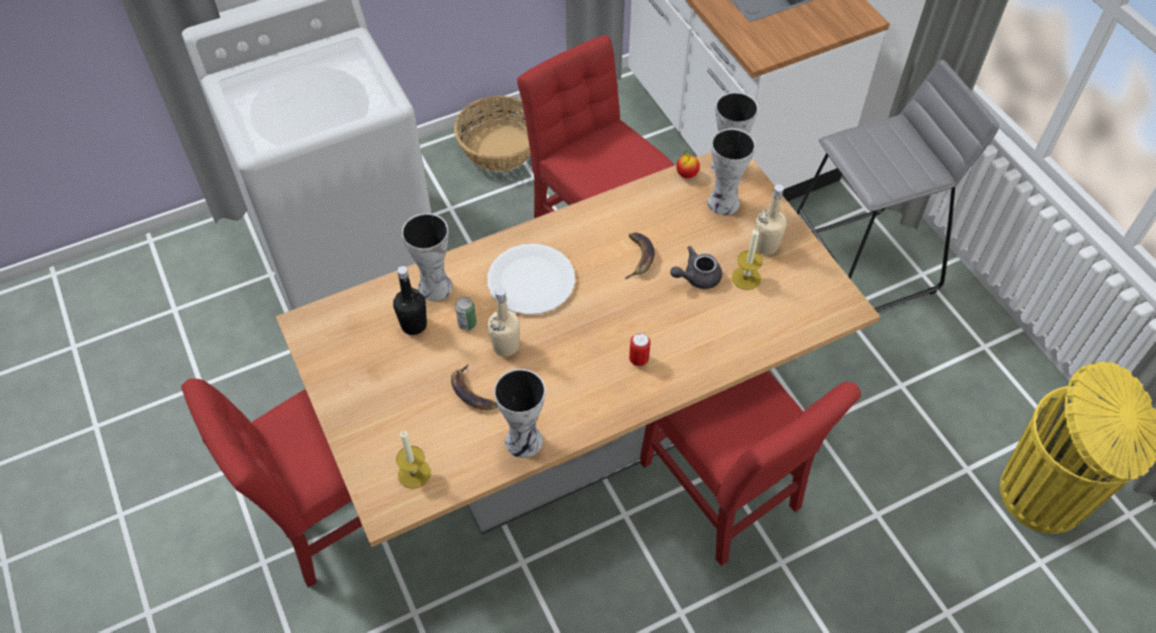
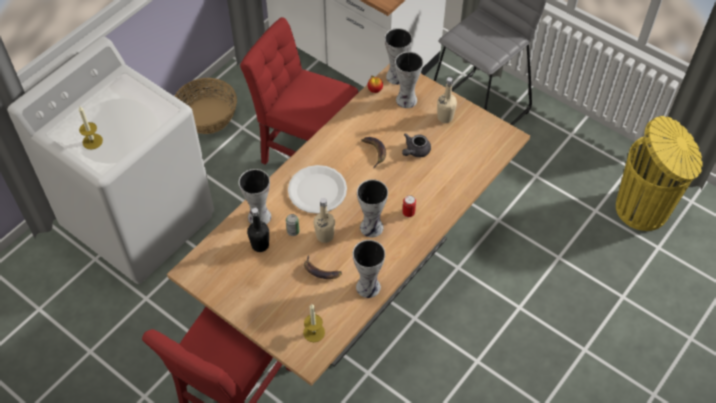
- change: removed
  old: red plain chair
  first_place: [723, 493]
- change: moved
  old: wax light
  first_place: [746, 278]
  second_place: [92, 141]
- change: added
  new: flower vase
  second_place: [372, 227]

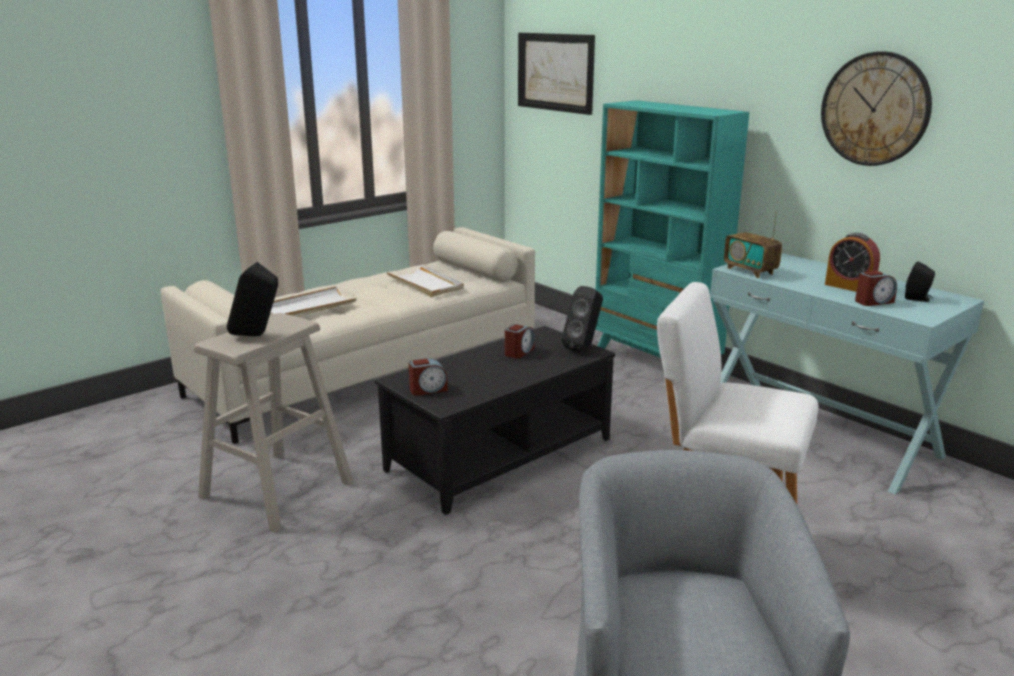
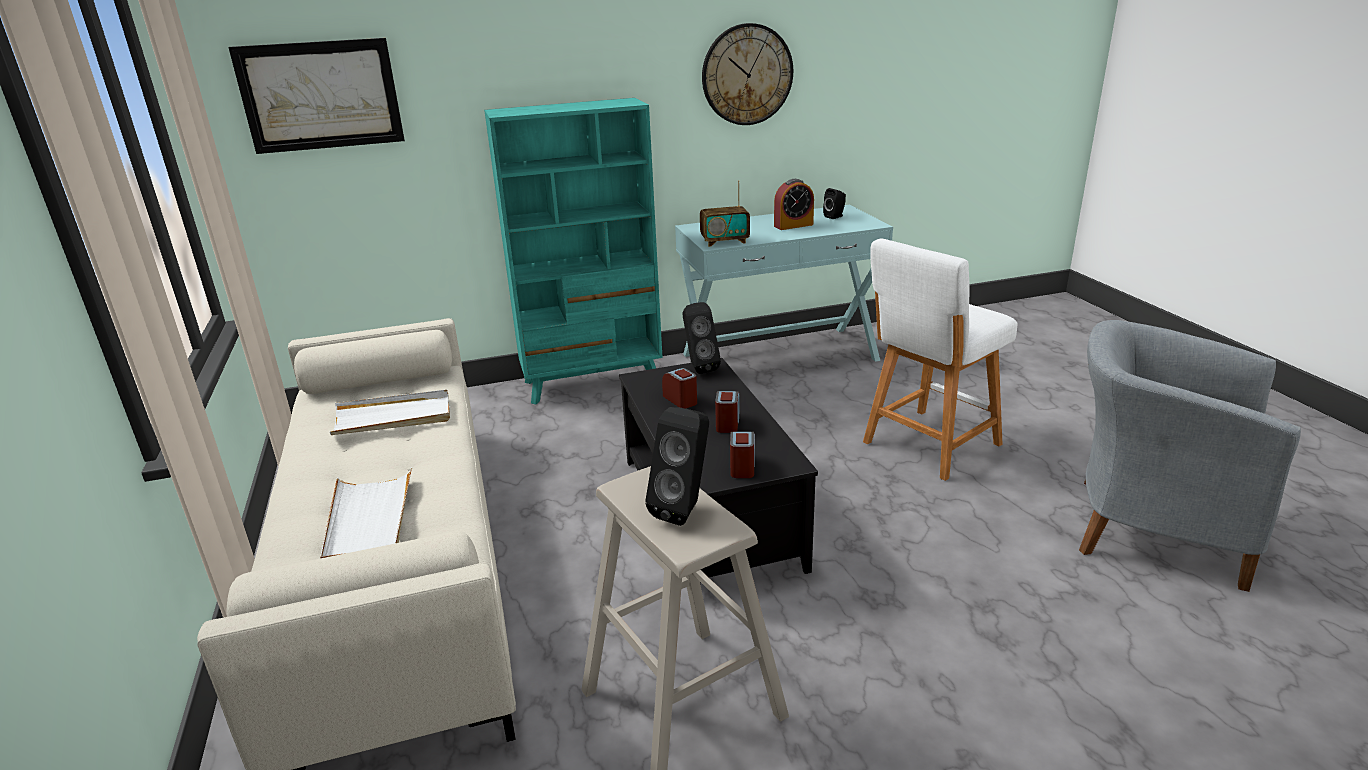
- change: moved
  old: alarm clock
  first_place: [873, 302]
  second_place: [727, 423]

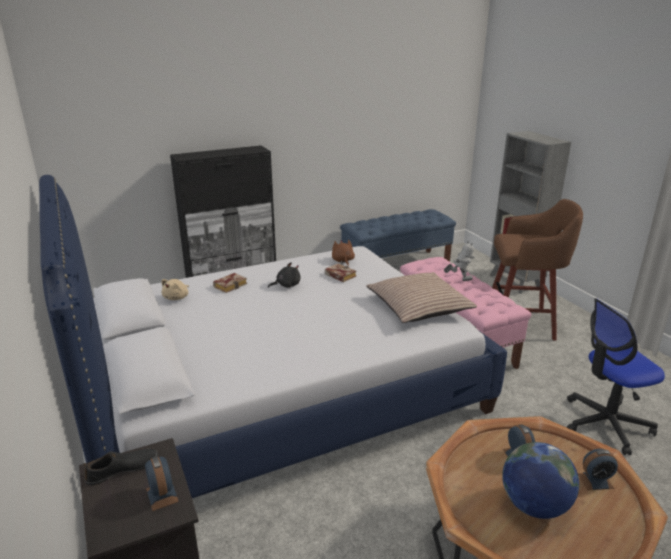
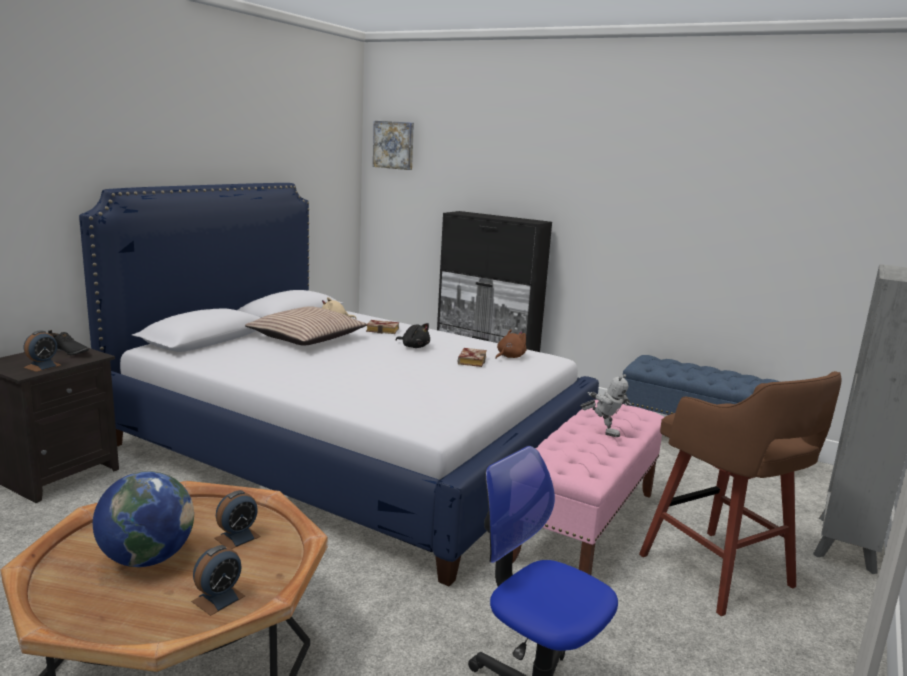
- change: moved
  old: pillow
  first_place: [418, 307]
  second_place: [306, 338]
- change: turned
  old: alarm clock
  first_place: [595, 481]
  second_place: [218, 598]
  degrees: -105
- change: added
  new: wall picture
  second_place: [394, 145]

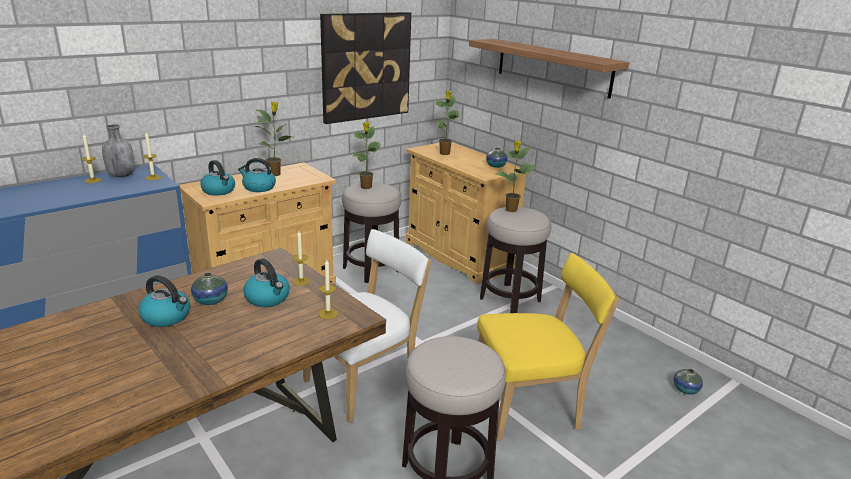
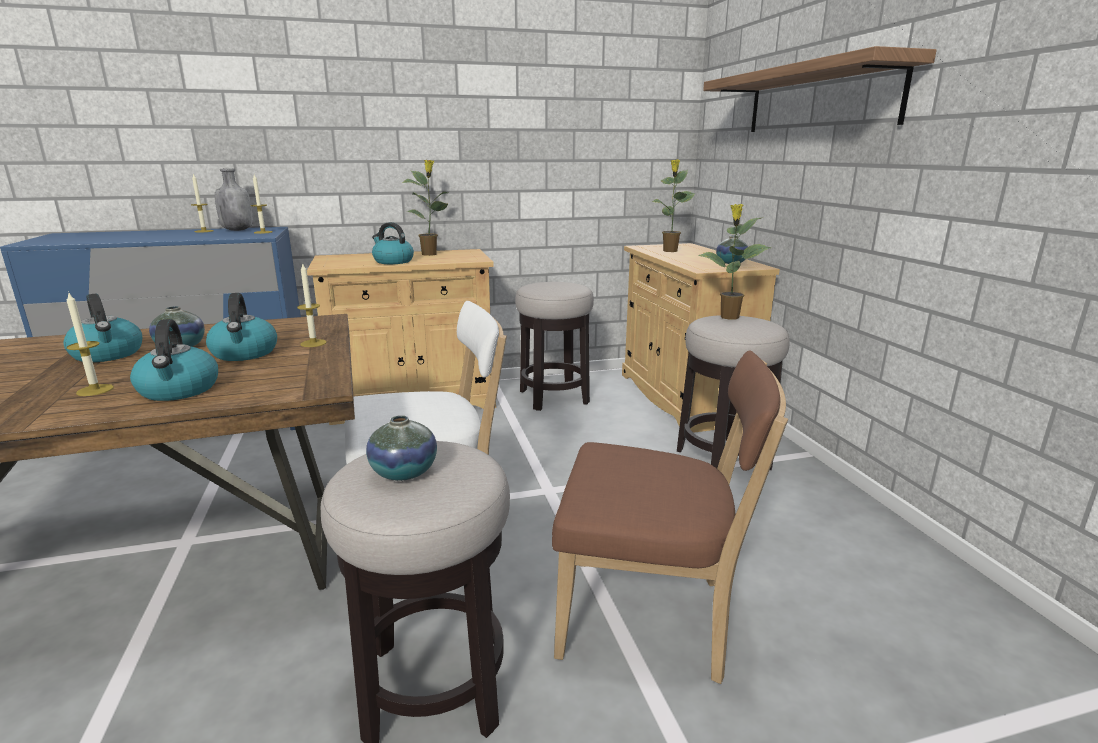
- change: moved
  old: water kettle
  first_place: [219, 191]
  second_place: [179, 390]
- change: moved
  old: wax light
  first_place: [328, 313]
  second_place: [95, 390]
- change: removed
  old: wall picture
  first_place: [366, 66]
- change: removed
  old: potted plant
  first_place: [366, 187]
- change: recoloured
  old: yellow plain chair
  new: brownish plain chair
  first_place: [530, 407]
  second_place: [652, 619]
- change: moved
  old: flower vase
  first_place: [685, 389]
  second_place: [404, 472]

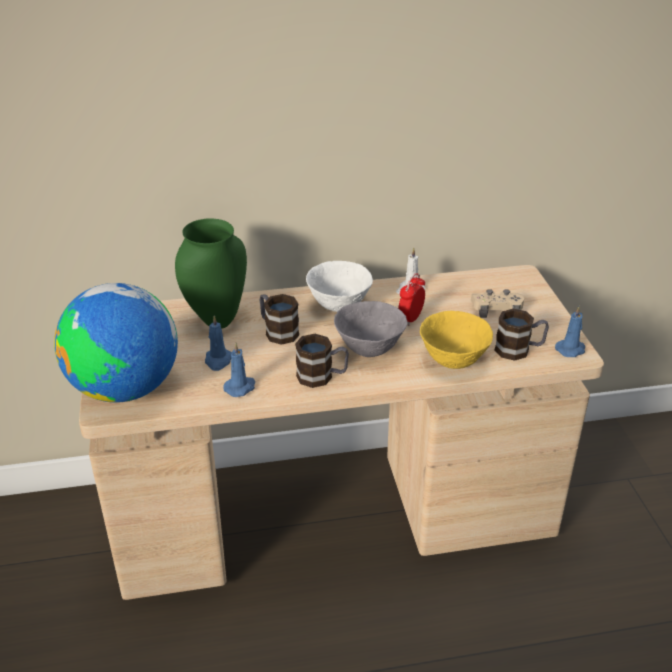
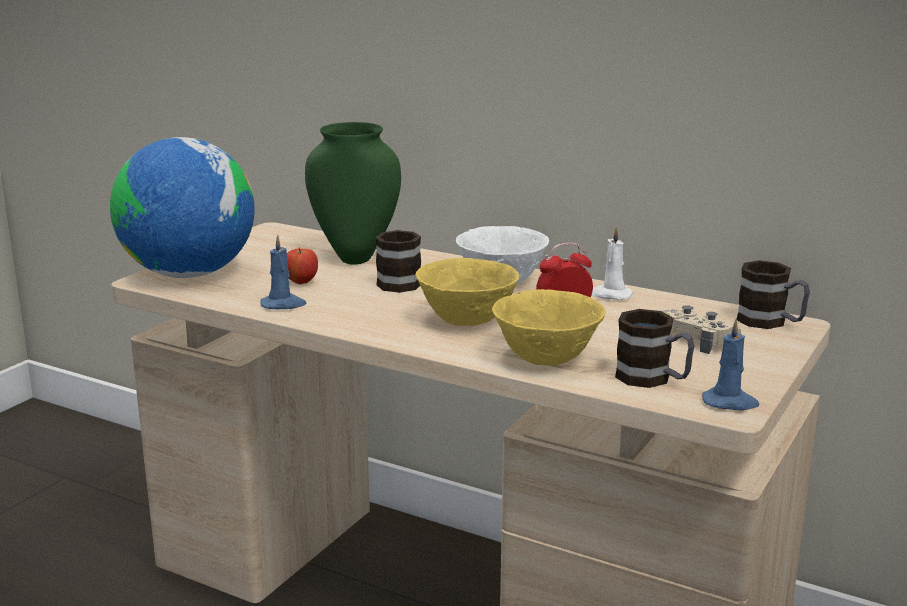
- change: replaced
  old: bluish wax light
  new: apple fruit
  first_place: [218, 360]
  second_place: [301, 282]
- change: moved
  old: tea mug
  first_place: [322, 376]
  second_place: [770, 322]
- change: recoloured
  old: grey deep dish
  new: yellow deep dish
  first_place: [369, 349]
  second_place: [467, 321]

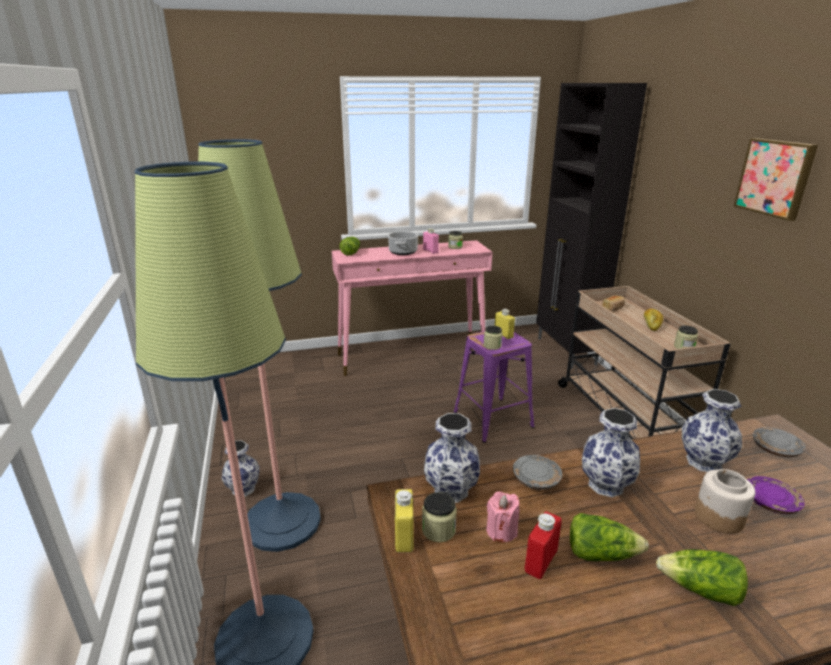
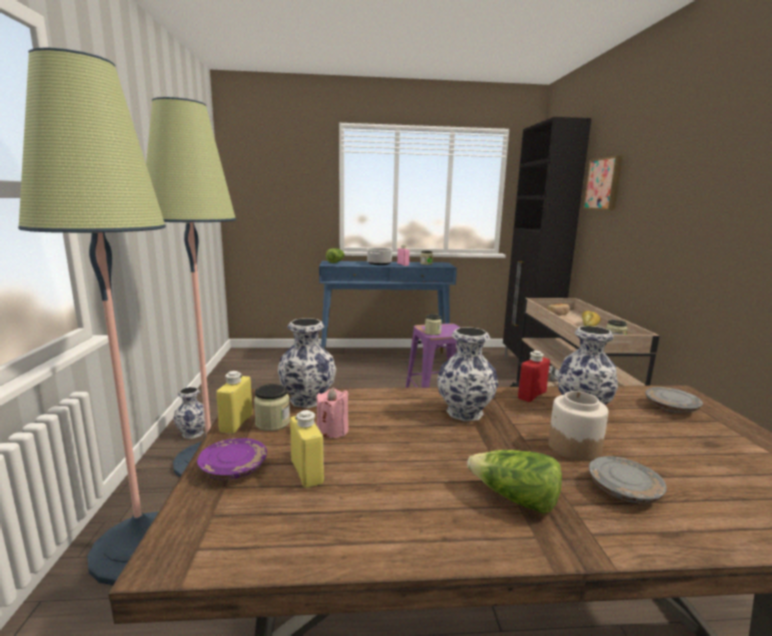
- change: recoloured
  old: pink console table
  new: bluish console table
  first_place: [412, 356]
  second_place: [385, 359]
- change: moved
  old: yellow bottle
  first_place: [503, 335]
  second_place: [307, 472]
- change: moved
  old: grey flat dish
  first_place: [536, 479]
  second_place: [624, 490]
- change: moved
  old: red bottle
  first_place: [541, 561]
  second_place: [532, 395]
- change: removed
  old: head of lettuce
  first_place: [600, 554]
- change: moved
  old: wall picture
  first_place: [775, 178]
  second_place: [604, 184]
- change: moved
  old: purplish flat dish
  first_place: [770, 502]
  second_place: [234, 468]

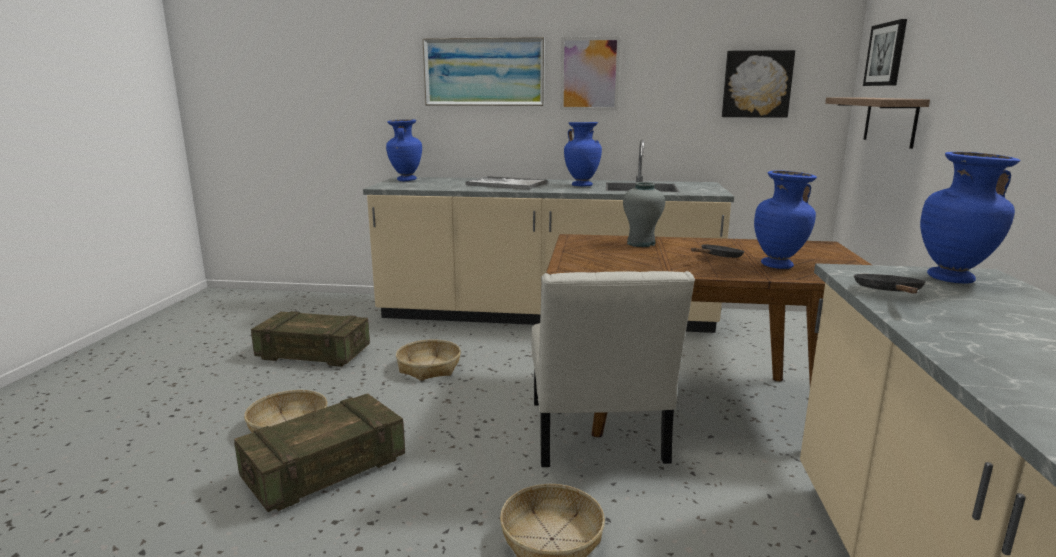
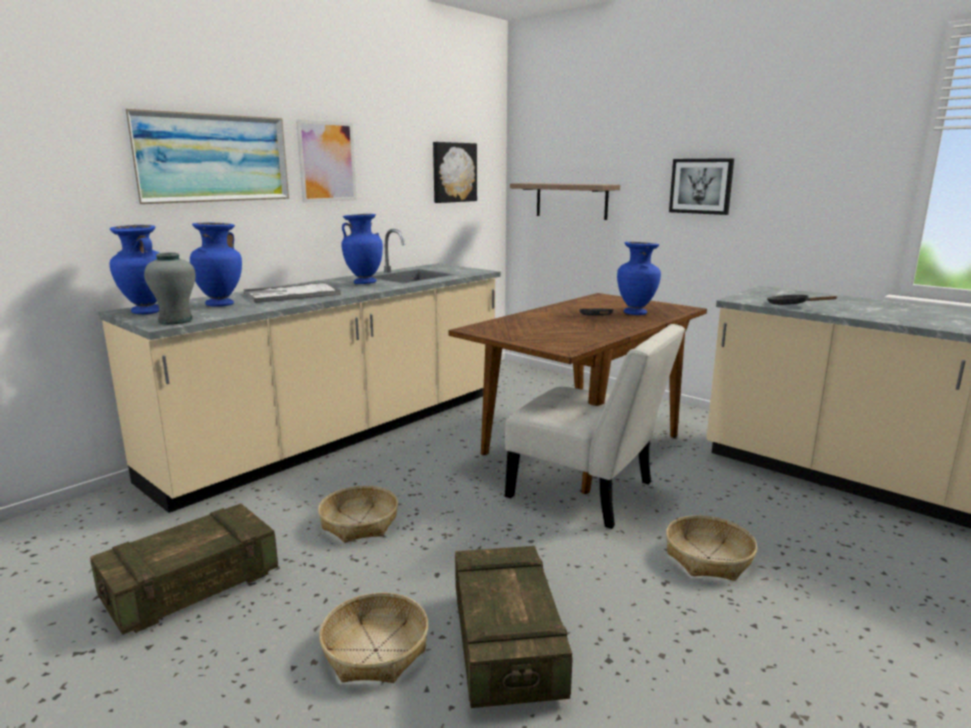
- change: moved
  old: grey flower vase
  first_place: [641, 243]
  second_place: [176, 320]
- change: moved
  old: wall picture
  first_place: [886, 54]
  second_place: [701, 186]
- change: moved
  old: bluish flower vase
  first_place: [952, 279]
  second_place: [221, 304]

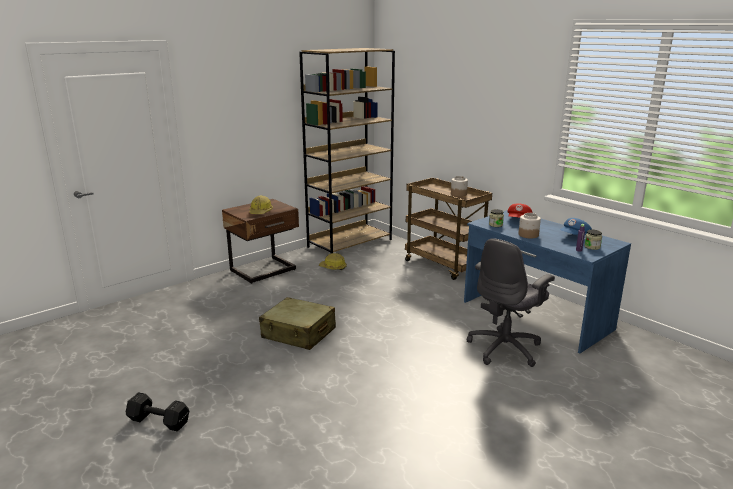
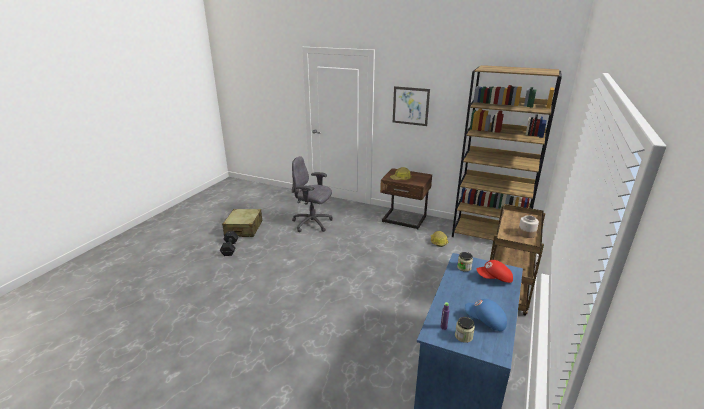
- change: moved
  old: sand-coloured piece of luggage
  first_place: [299, 333]
  second_place: [244, 229]
- change: moved
  old: grey office chair
  first_place: [505, 348]
  second_place: [312, 223]
- change: removed
  old: preserve jar
  first_place: [528, 235]
- change: added
  new: wall picture
  second_place: [410, 106]

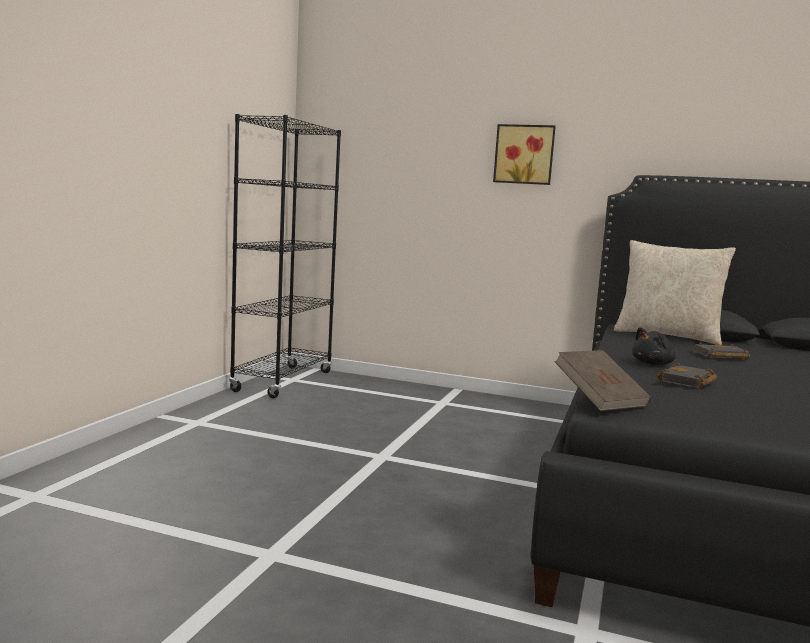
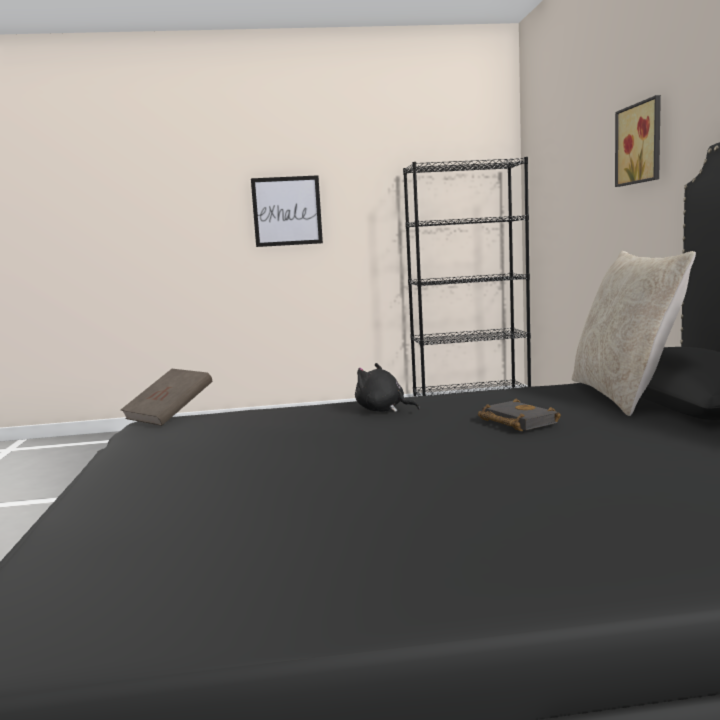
- change: removed
  old: blackish bound book
  first_place: [688, 382]
- change: added
  new: wall picture
  second_place: [287, 211]

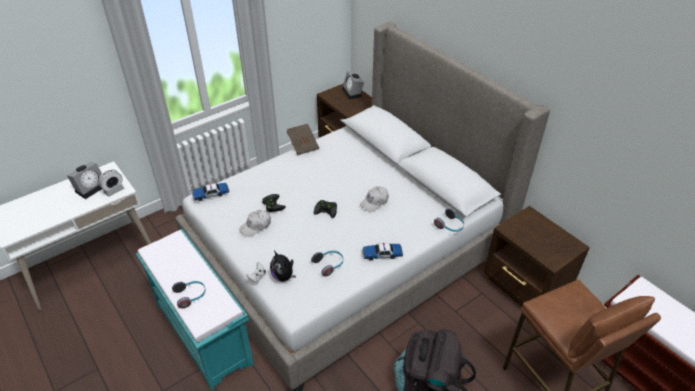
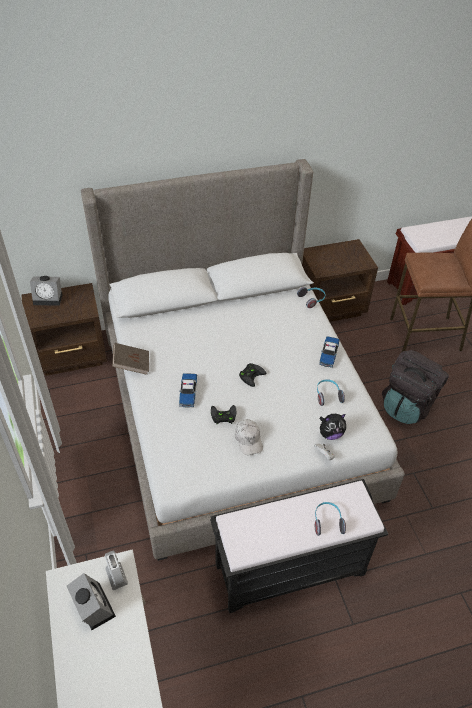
- change: recoloured
  old: turquoise-coloured long seat
  new: blackish long seat
  first_place: [204, 333]
  second_place: [291, 568]
- change: moved
  old: toy car
  first_place: [211, 194]
  second_place: [188, 392]
- change: removed
  old: white-coloured baseball cap
  first_place: [374, 202]

